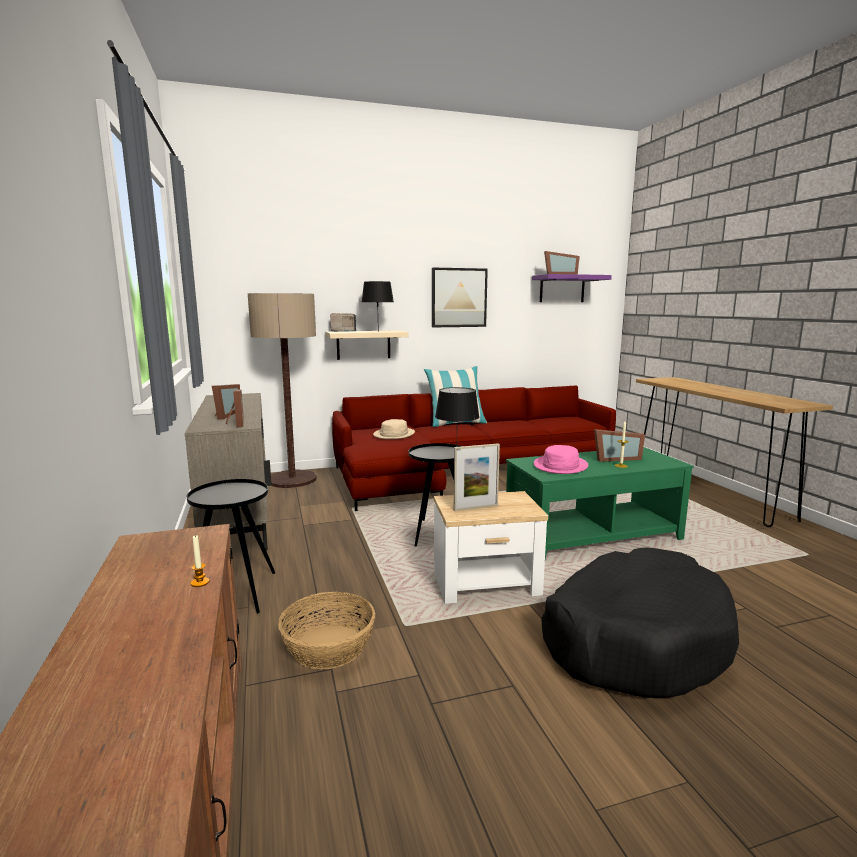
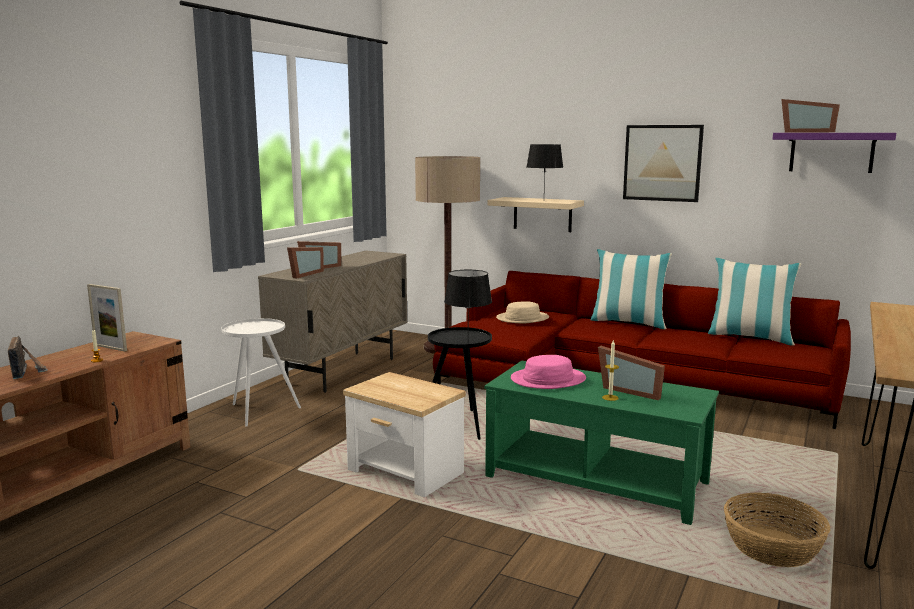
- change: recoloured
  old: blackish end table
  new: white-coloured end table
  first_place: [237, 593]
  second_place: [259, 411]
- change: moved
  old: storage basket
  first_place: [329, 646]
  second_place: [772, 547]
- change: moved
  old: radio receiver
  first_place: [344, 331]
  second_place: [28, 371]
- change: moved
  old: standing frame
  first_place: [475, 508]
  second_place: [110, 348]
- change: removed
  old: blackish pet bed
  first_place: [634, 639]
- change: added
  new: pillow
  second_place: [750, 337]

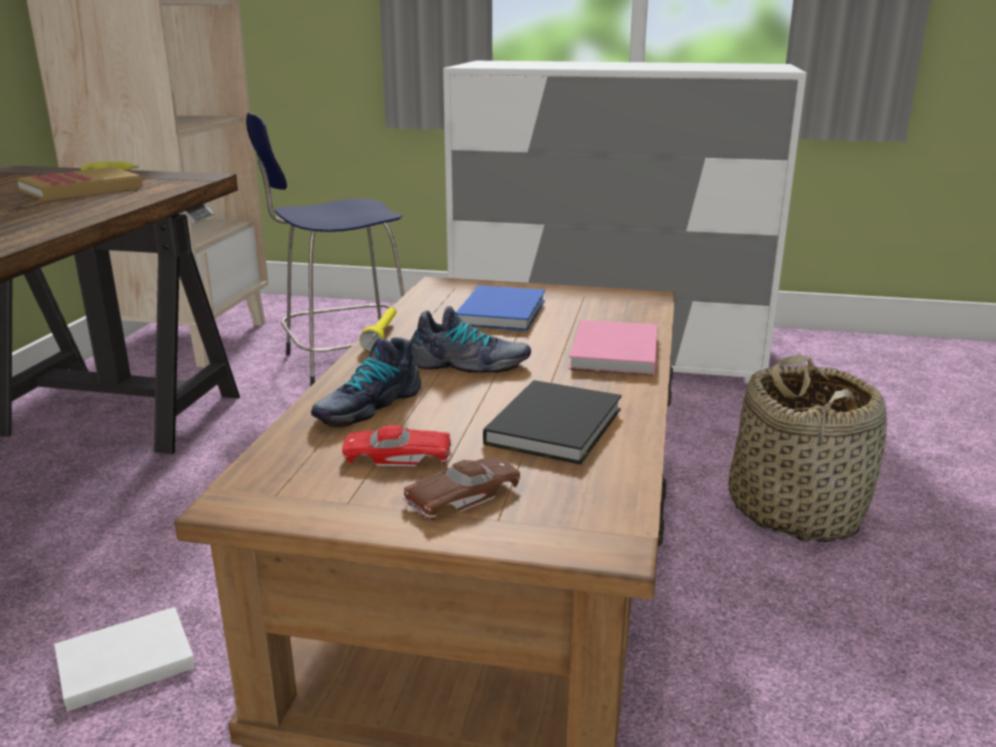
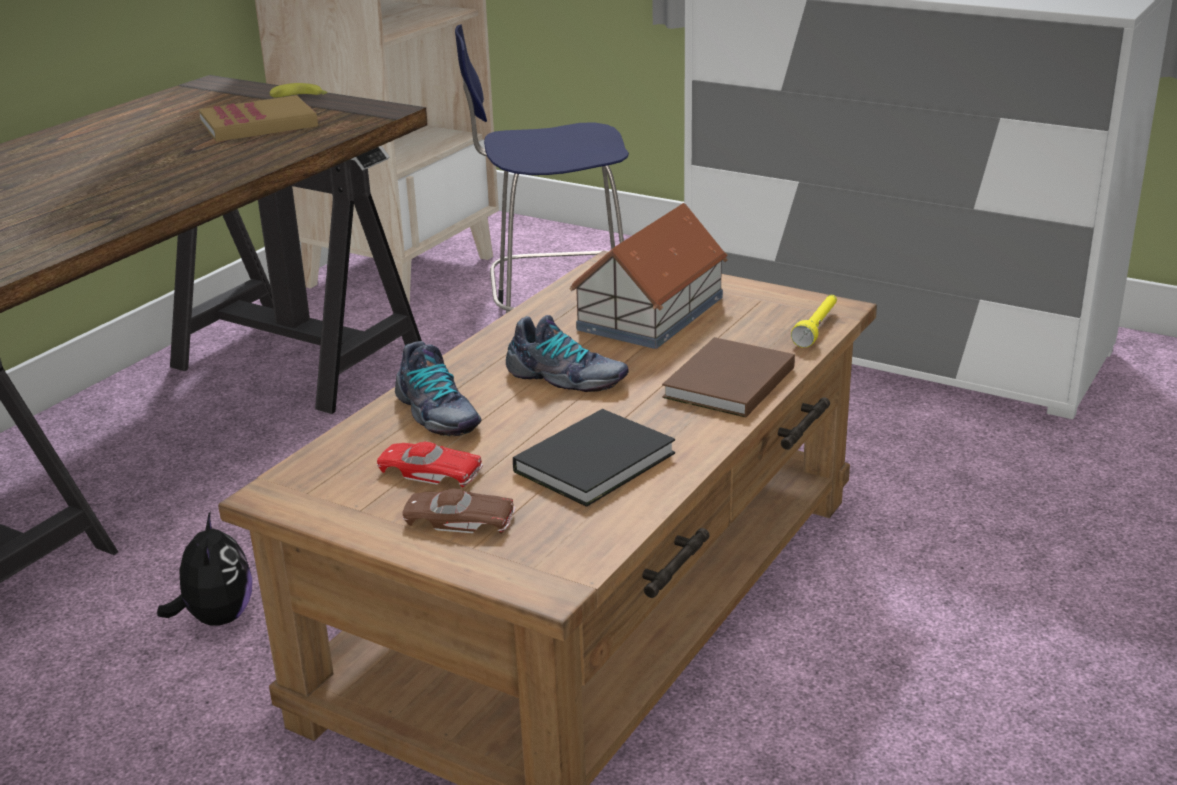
- change: replaced
  old: white-coloured bound book
  new: soft toy
  first_place: [121, 661]
  second_place: [216, 618]
- change: turned
  old: item of footwear
  first_place: [367, 406]
  second_place: [436, 413]
  degrees: -90
- change: moved
  old: yellow hand torch
  first_place: [382, 335]
  second_place: [817, 328]
- change: turned
  old: brownish toy car
  first_place: [463, 495]
  second_place: [459, 519]
  degrees: -150
- change: replaced
  old: bluish bound book
  new: toy house
  first_place: [503, 312]
  second_place: [652, 312]
- change: recoloured
  old: pink bound book
  new: brownish bound book
  first_place: [612, 353]
  second_place: [726, 383]
- change: removed
  old: storage basket
  first_place: [795, 510]

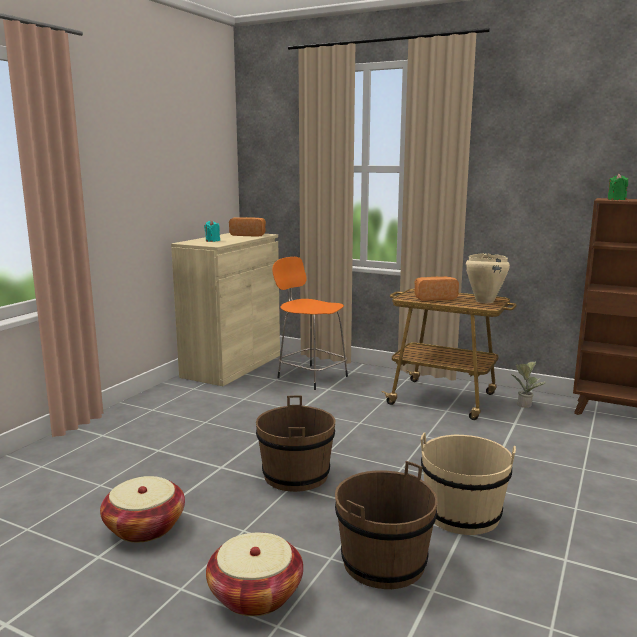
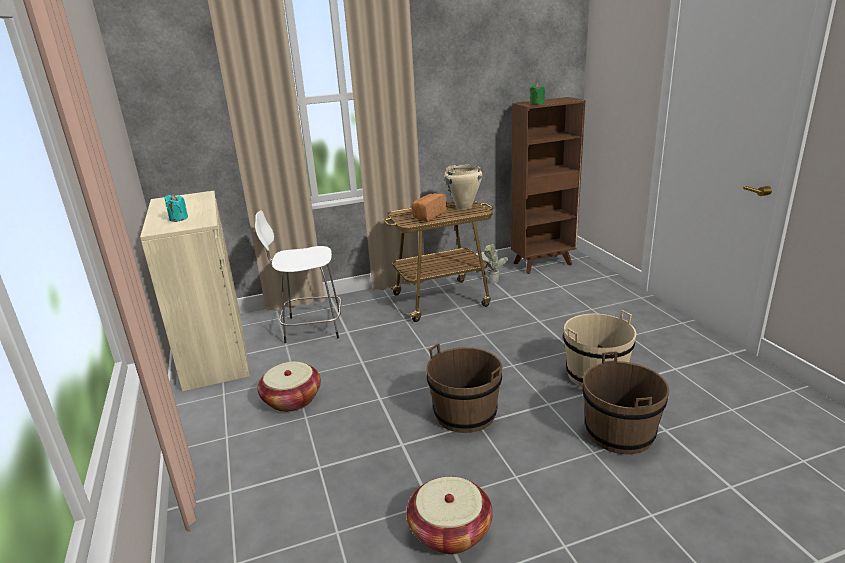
- change: moved
  old: storage basket
  first_place: [255, 594]
  second_place: [292, 399]
- change: removed
  old: bakery bread
  first_place: [249, 235]
- change: recoloured
  old: orange-coloured stool seat
  new: white-coloured stool seat
  first_place: [310, 376]
  second_place: [310, 328]

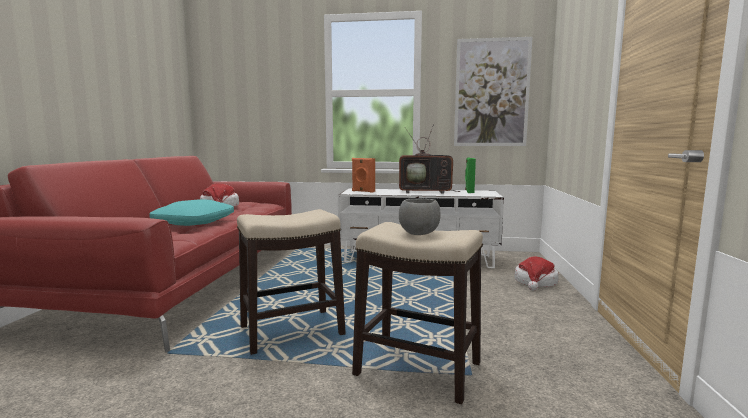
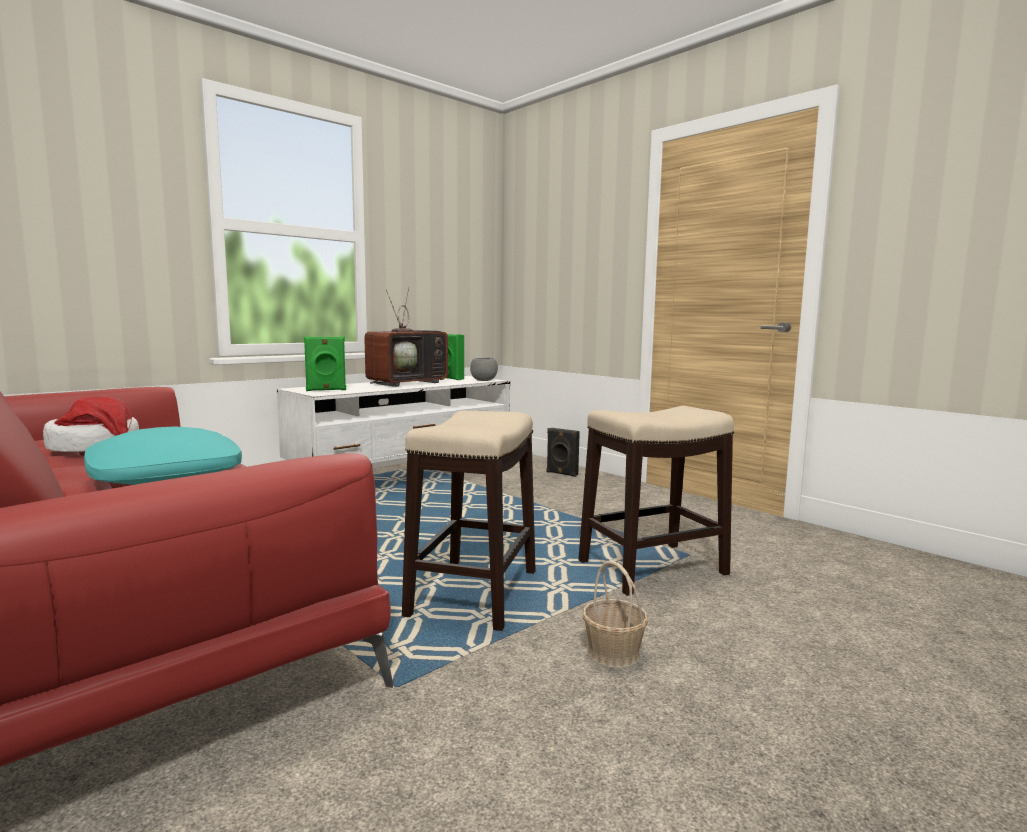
- change: recoloured
  old: orange-coloured loudspeaker
  new: green loudspeaker
  first_place: [363, 191]
  second_place: [326, 390]
- change: moved
  old: grey deep dish
  first_place: [418, 233]
  second_place: [483, 380]
- change: removed
  old: wall picture
  first_place: [491, 93]
- change: replaced
  old: wearable hat
  new: blackish loudspeaker
  first_place: [535, 282]
  second_place: [561, 473]
- change: added
  new: storage basket
  second_place: [613, 653]

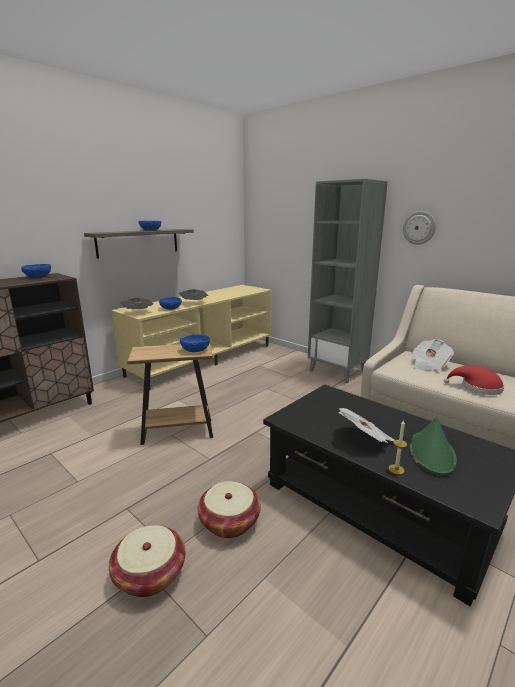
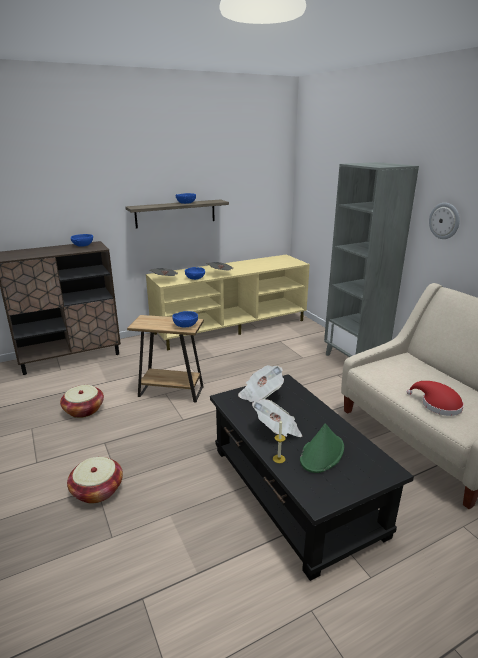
- change: moved
  old: storage basket
  first_place: [229, 522]
  second_place: [84, 410]
- change: moved
  old: newspaper
  first_place: [429, 365]
  second_place: [260, 394]

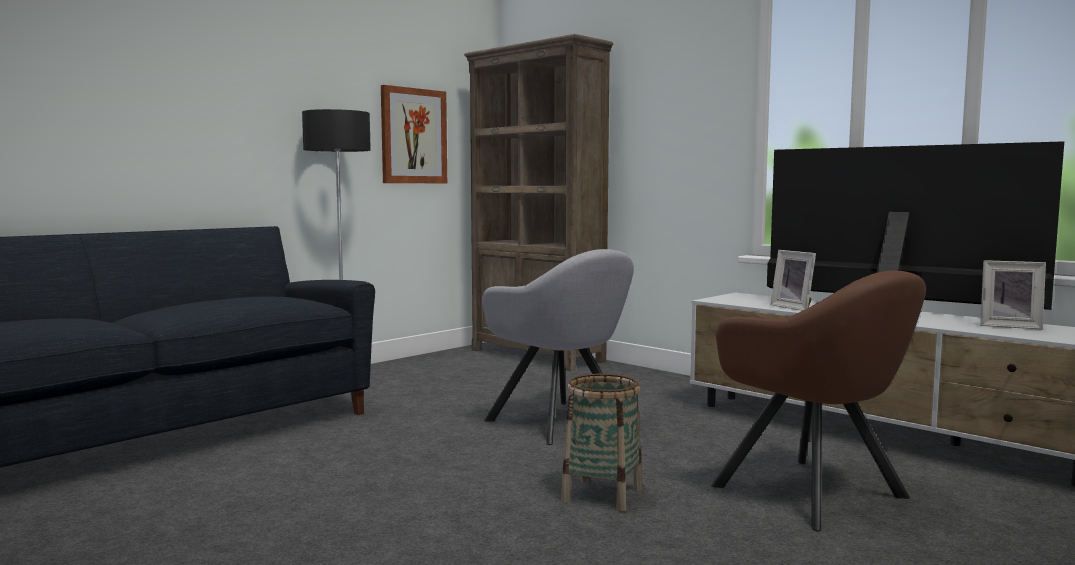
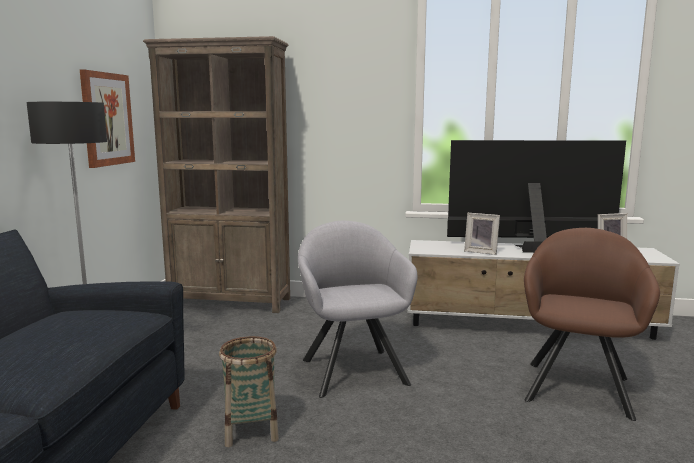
- change: turned
  old: grey armchair
  first_place: [562, 423]
  second_place: [353, 368]
  degrees: -120
- change: moved
  old: storage basket
  first_place: [602, 495]
  second_place: [251, 430]
- change: turned
  old: brownish armchair
  first_place: [817, 495]
  second_place: [578, 385]
  degrees: -90

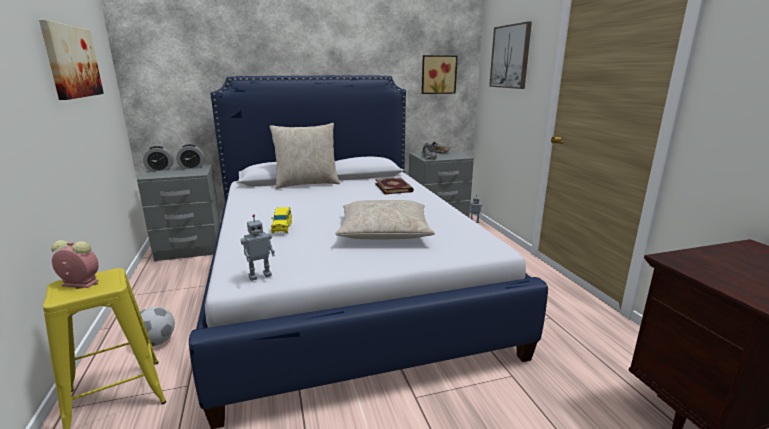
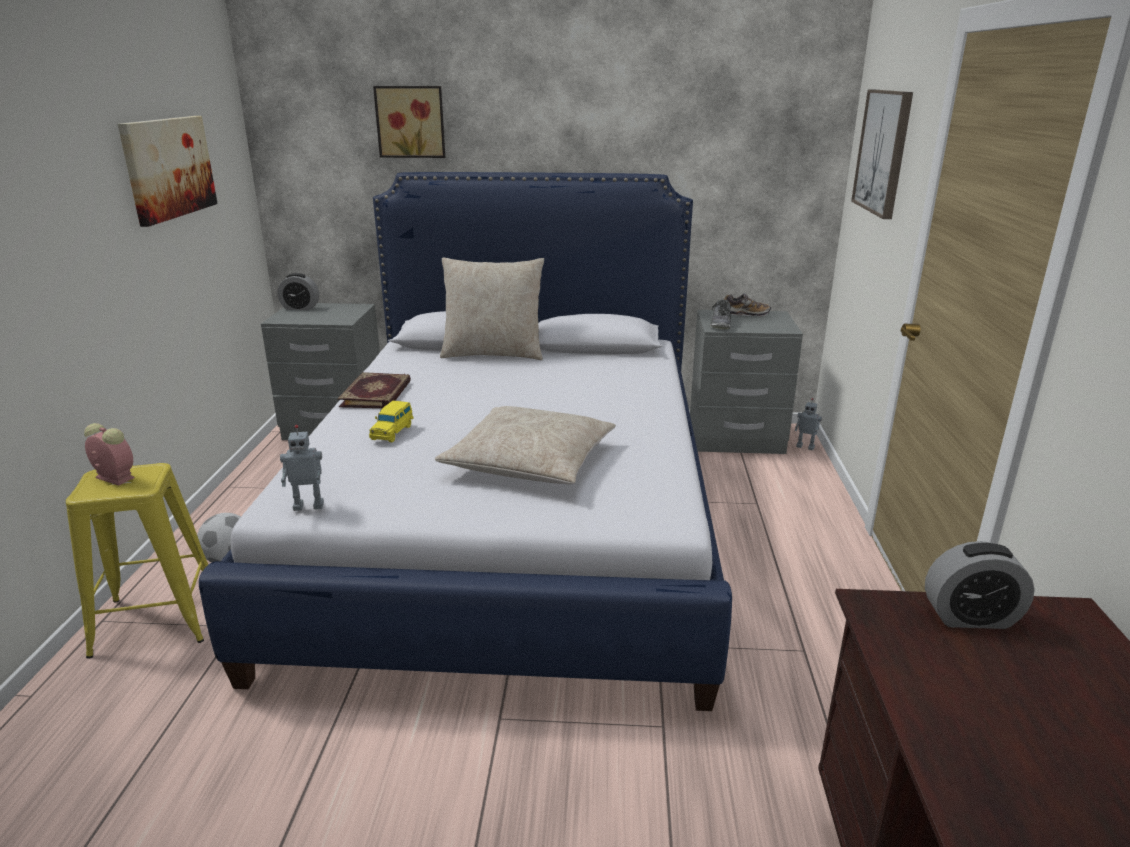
- change: moved
  old: alarm clock
  first_place: [192, 167]
  second_place: [970, 617]
- change: moved
  old: bound book
  first_place: [394, 187]
  second_place: [377, 394]
- change: moved
  old: wall picture
  first_place: [438, 74]
  second_place: [411, 122]

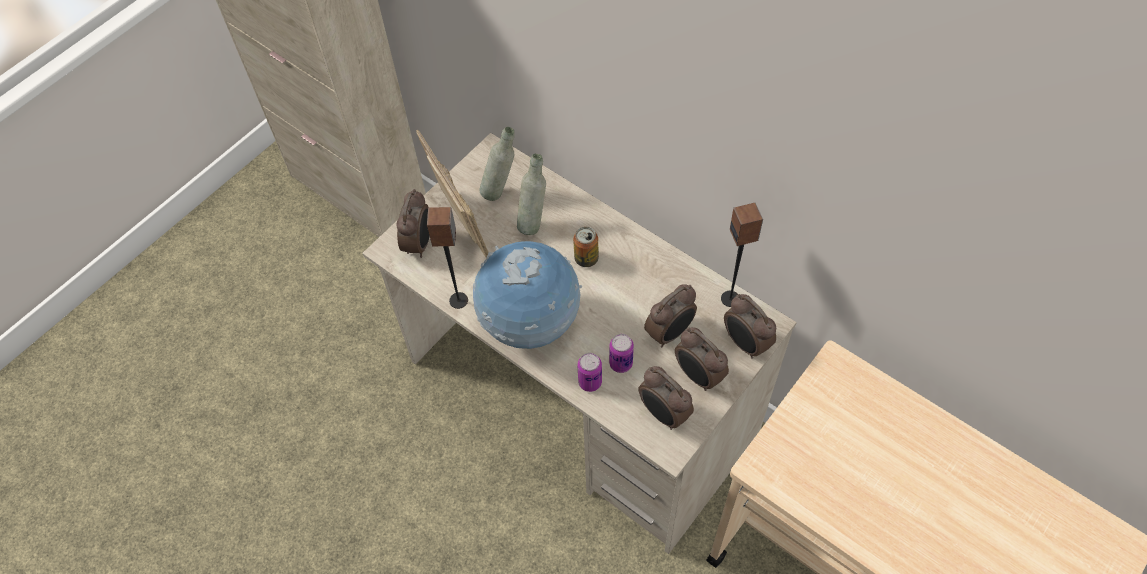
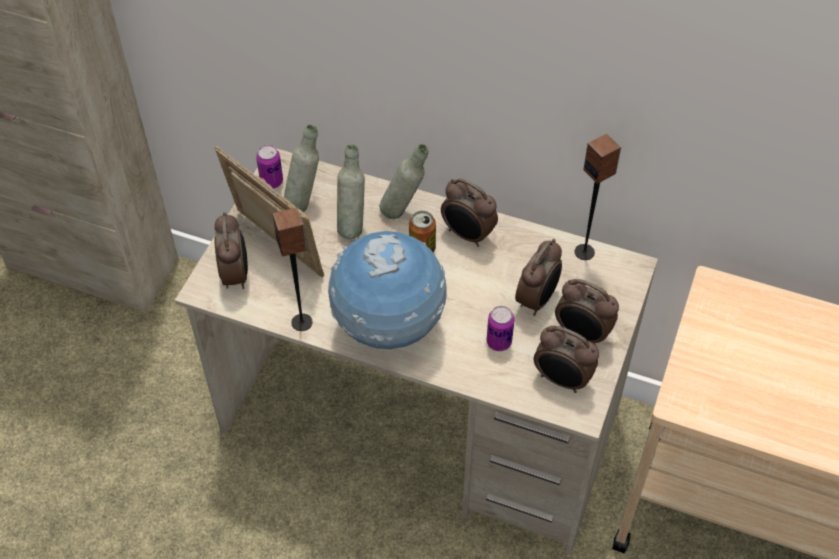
- change: moved
  old: sealed can
  first_place: [590, 382]
  second_place: [271, 181]
- change: moved
  old: alarm clock
  first_place: [745, 344]
  second_place: [467, 235]
- change: added
  new: grey bottle
  second_place: [403, 212]

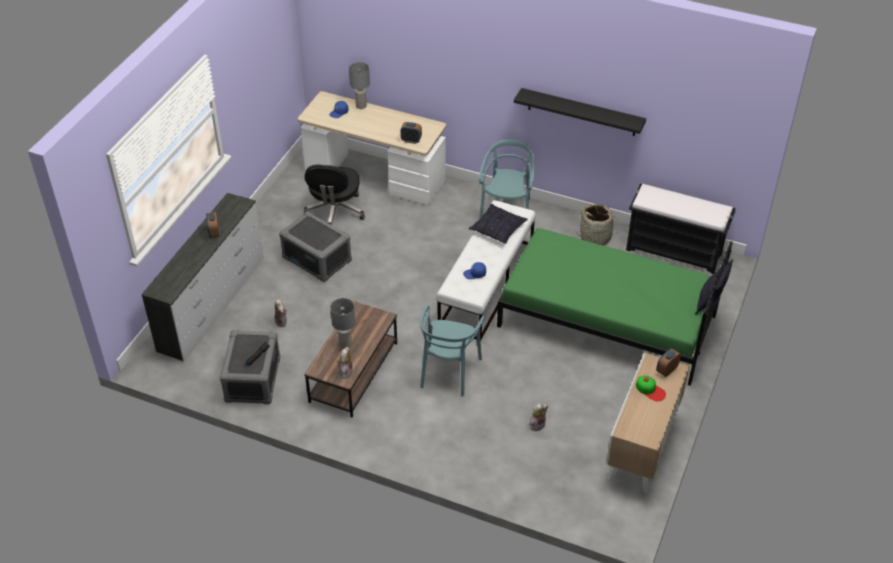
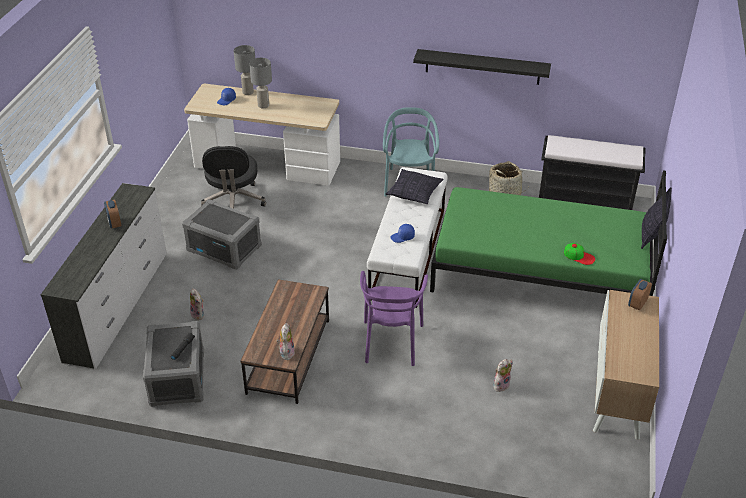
- change: moved
  old: grey table lamp
  first_place: [345, 344]
  second_place: [263, 105]
- change: removed
  old: alarm clock
  first_place: [411, 140]
- change: recoloured
  old: turquoise-coloured plain chair
  new: purplish plain chair
  first_place: [449, 371]
  second_place: [391, 342]
- change: moved
  old: baseball cap
  first_place: [650, 390]
  second_place: [579, 256]

